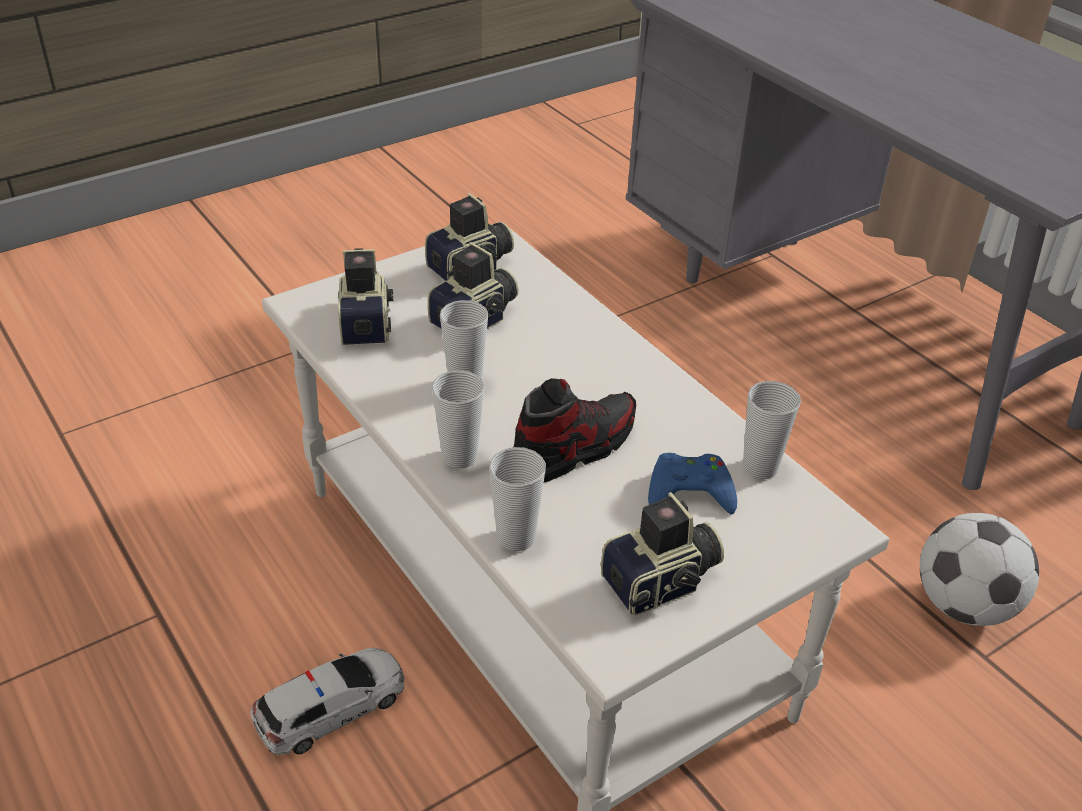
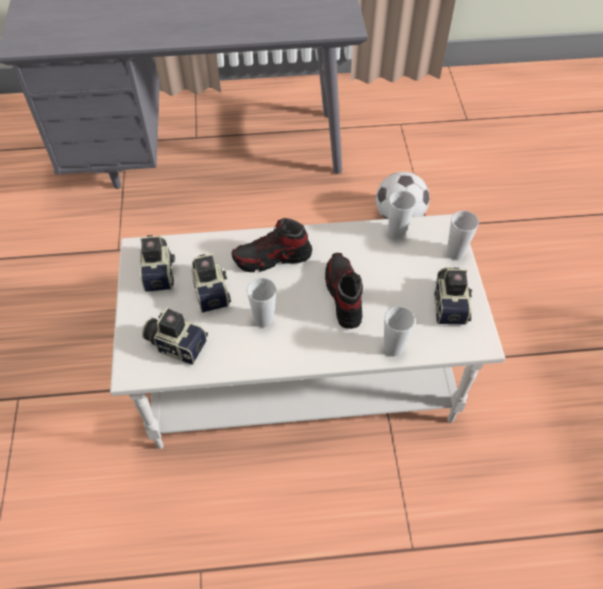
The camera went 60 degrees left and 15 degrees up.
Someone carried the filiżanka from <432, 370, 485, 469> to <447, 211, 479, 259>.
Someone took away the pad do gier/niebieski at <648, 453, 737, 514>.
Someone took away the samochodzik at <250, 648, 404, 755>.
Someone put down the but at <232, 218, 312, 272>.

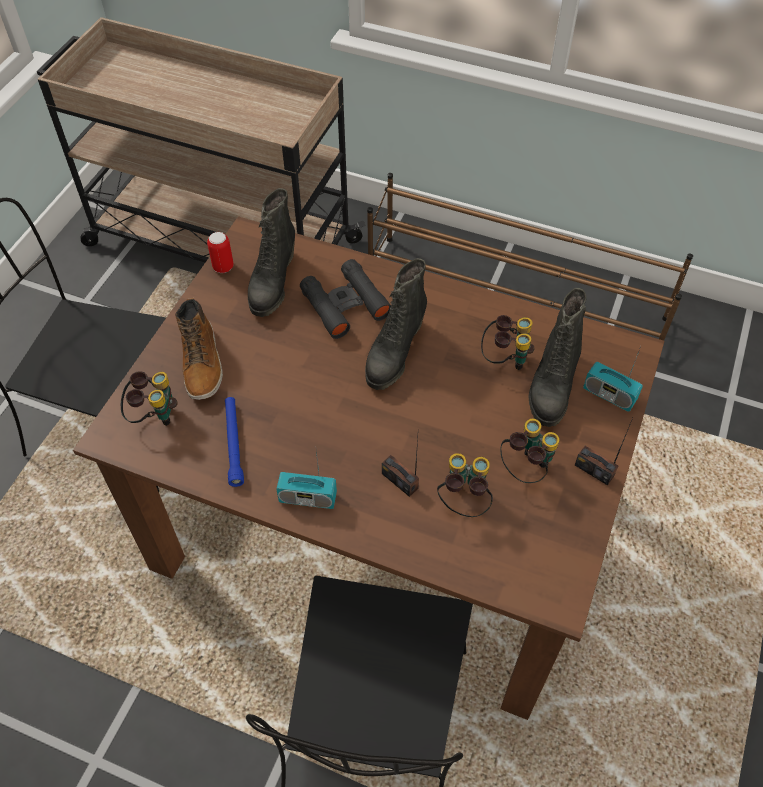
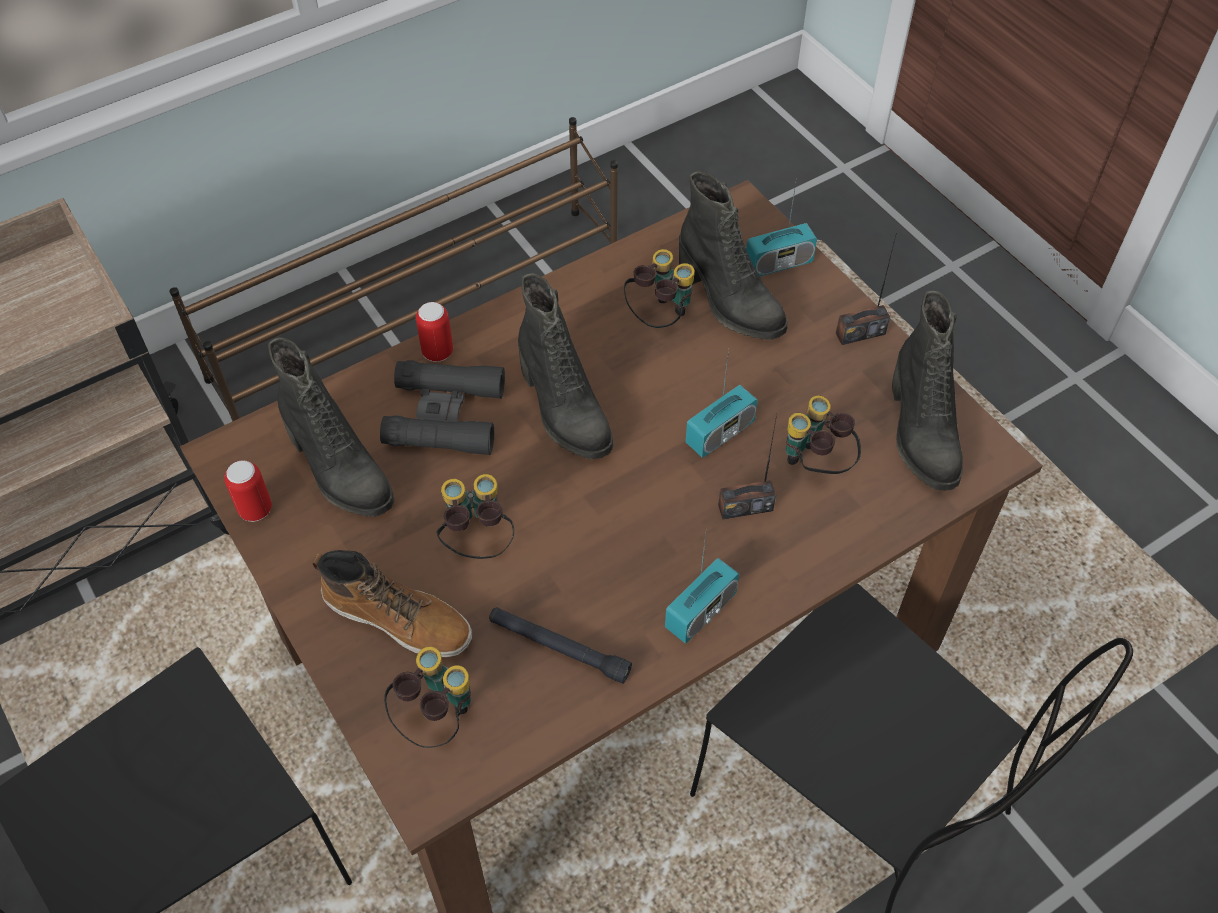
The camera went 55 degrees left and 0 degrees up.
Someone repainted the latarka/niebieski at <225, 397, 244, 487>, which became the latarka/czarny at <489, 607, 632, 684>.
Someone carried the lornetka from <500, 419, 560, 483> to <437, 474, 514, 559>.
Someone put down the but z cholewką/czarny at <892, 291, 963, 491>.
Someone put down the puszka at <416, 302, 453, 362>.
Someone put down the radio at <685, 348, 758, 458>.

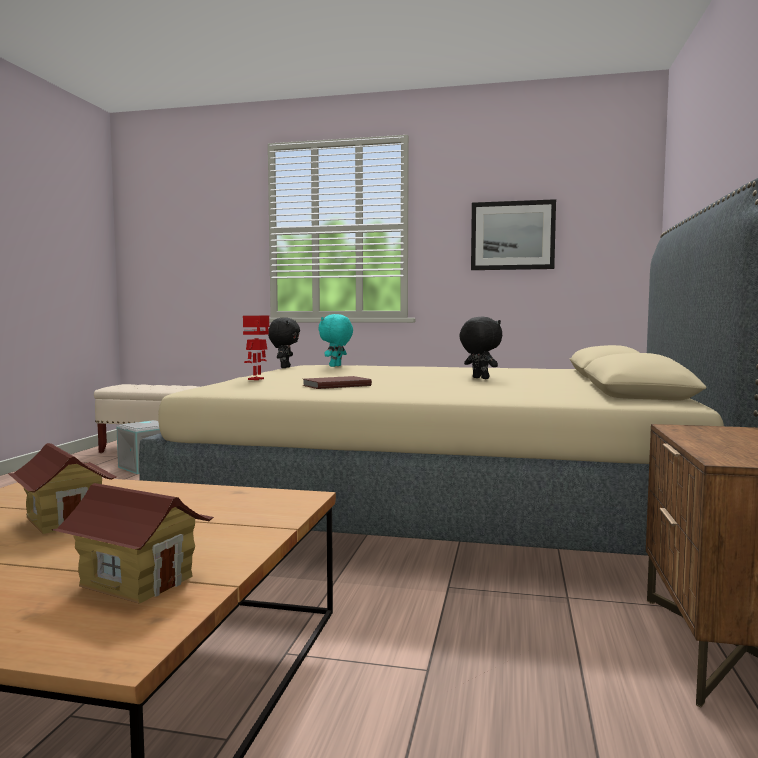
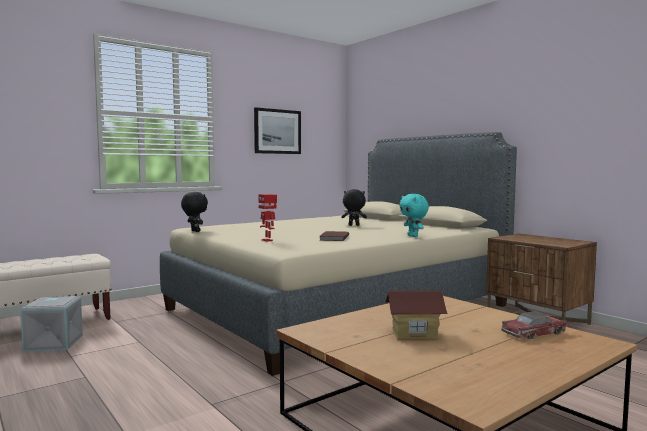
The camera went 50 degrees left and 0 degrees up.
Someone carried the pluszak/turkusowy from <318, 314, 353, 367> to <399, 194, 429, 237>.
Someone swapped the domek at <52, 483, 214, 604> for the samochodzik at <501, 312, 567, 339>.

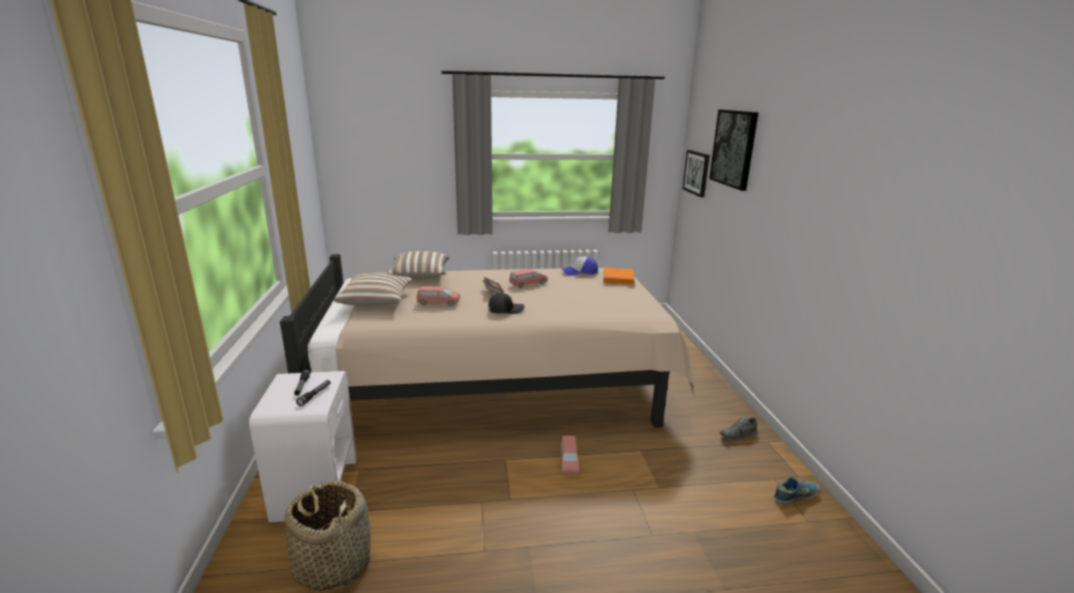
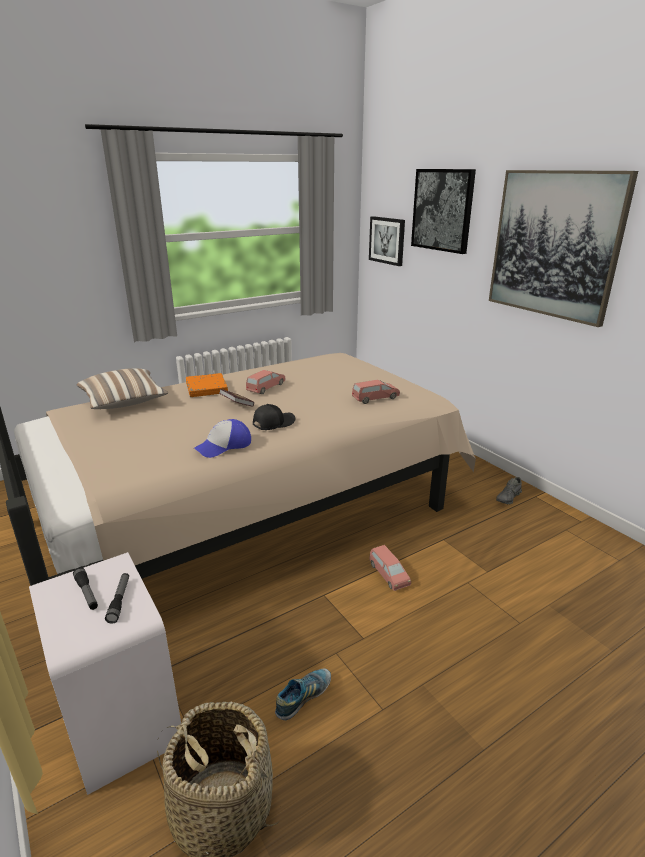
The camera went 25 degrees left and 5 degrees up.
Someone carried the czapka z daszkiem from <562, 256, 598, 276> to <194, 419, 251, 458>.
Someone carried the książka/pomarańczowy from <603, 267, 634, 284> to <186, 373, 228, 397>.
Someone took away the poduszka at <334, 273, 413, 306>.
Someone carried the samochodzik/różowy from <417, 286, 460, 306> to <352, 380, 400, 404>.
Someone carried the but from <774, 478, 820, 504> to <275, 669, 331, 720>.
Someone put up the obraz at <489, 170, 638, 327>.

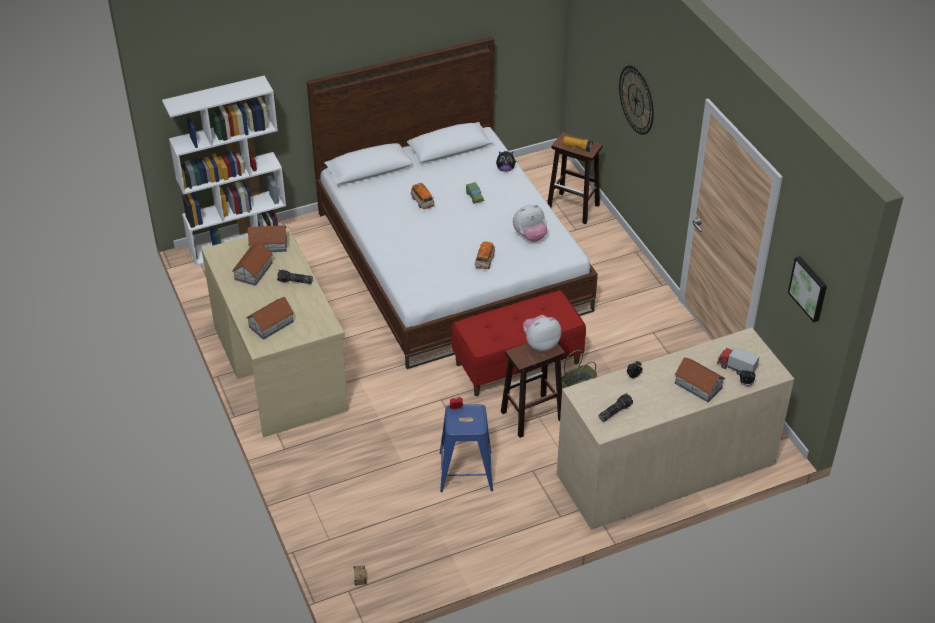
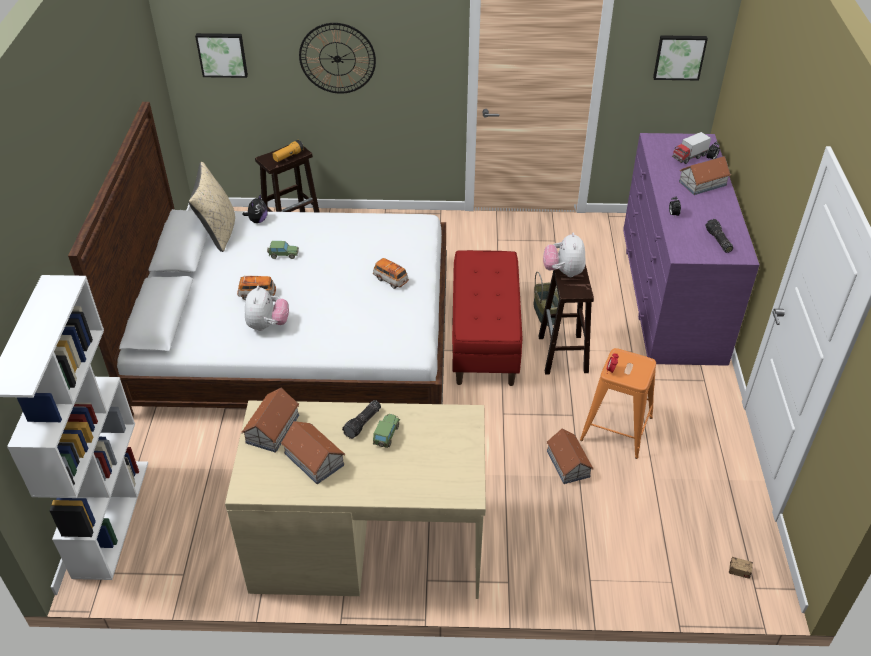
The camera went 65 degrees left and 0 degrees up.
Someone carried the pluszak from <513, 204, 547, 242> to <245, 286, 289, 331>.
Someone carried the domek from <246, 297, 294, 340> to <546, 429, 593, 484>.
Someone repainted the komoda/beżowy at <557, 328, 794, 530>, which became the komoda/fioletowy at <623, 133, 760, 366>.
Someone repainted the stołek/niebieski at <440, 404, 493, 492>, which became the stołek/pomarańczowy at <580, 348, 656, 459>.
Someone put up the obraz at <195, 33, 248, 78>.
Someone put down the poduszka/beżowy at <189, 162, 235, 252>.
Someone put down the samochodzik at <373, 414, 400, 448>.

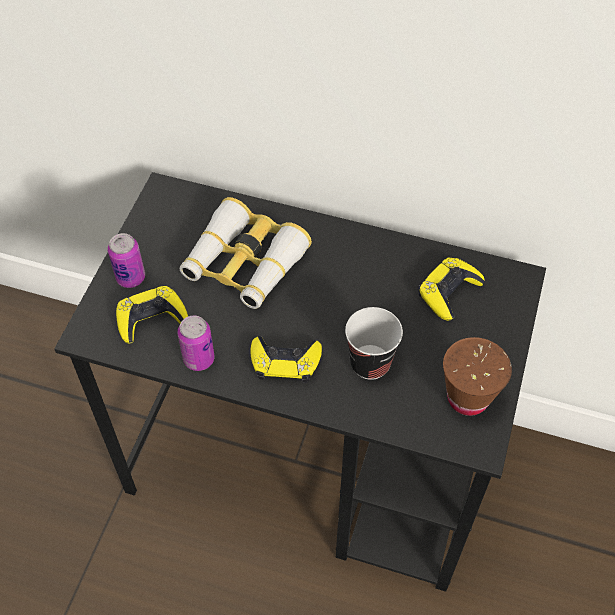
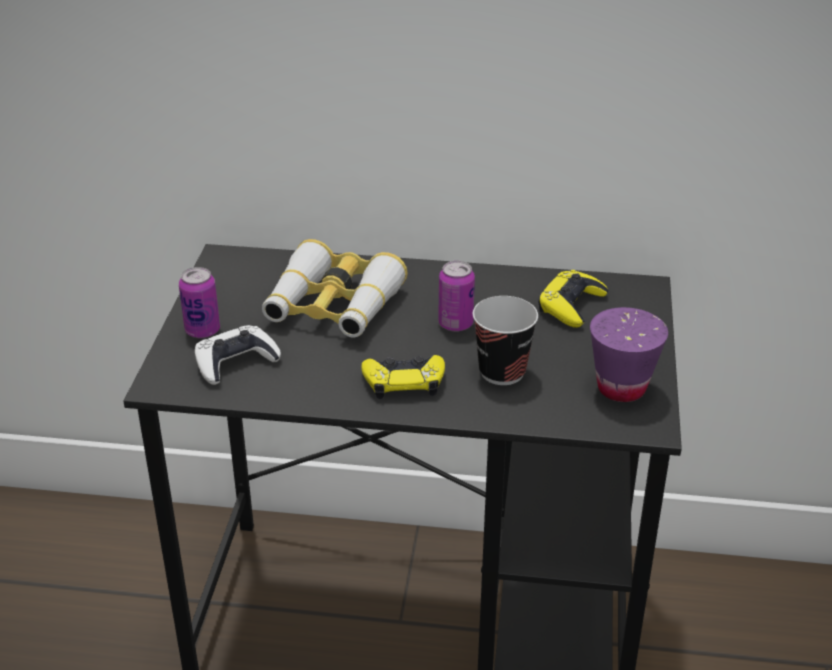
The camera went 10 degrees left and 20 degrees down.
Someone repainted the pad do gier/żółty at <116, 286, 188, 344>, which became the pad do gier/biały at <195, 325, 281, 385>.
Someone carried the puszka from <177, 315, 215, 371> to <438, 261, 475, 332>.
Someone repainted the filiżanka/brązowy at <443, 337, 512, 416>, which became the filiżanka/fioletowy at <590, 307, 668, 402>.

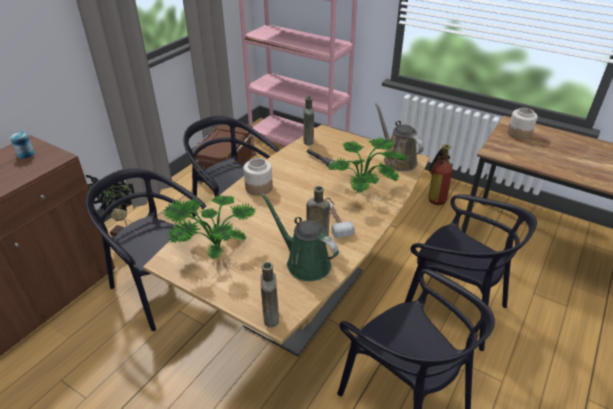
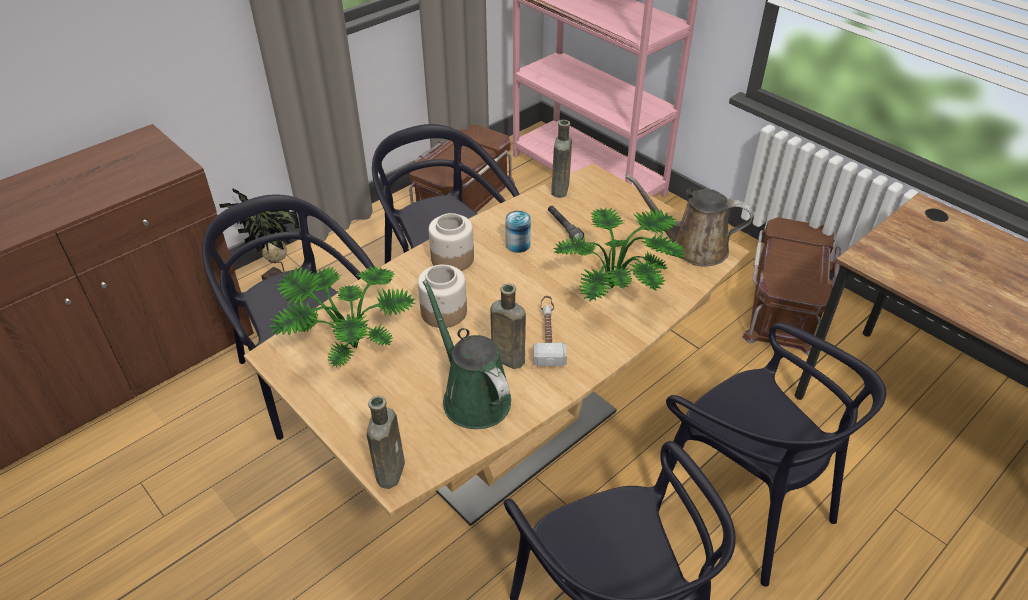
The camera went 15 degrees right and 5 degrees up.
Someone rotated the konewka/brązowy at <375, 103, 424, 171> by 60 degrees counterclockwise.
Someone carried the słoik from <507, 108, 538, 140> to <418, 265, 467, 328>.
Someone carried the puszka from <9, 131, 35, 159> to <505, 211, 531, 253>.
Someone swapped the gaśnica at <428, 144, 453, 205> for the pojemnik do przechowywania/brązowy at <742, 217, 841, 356>.

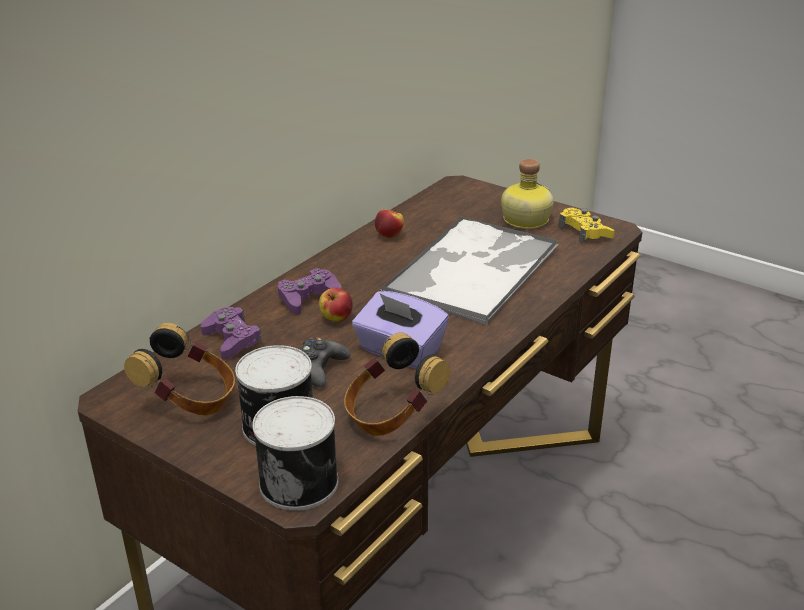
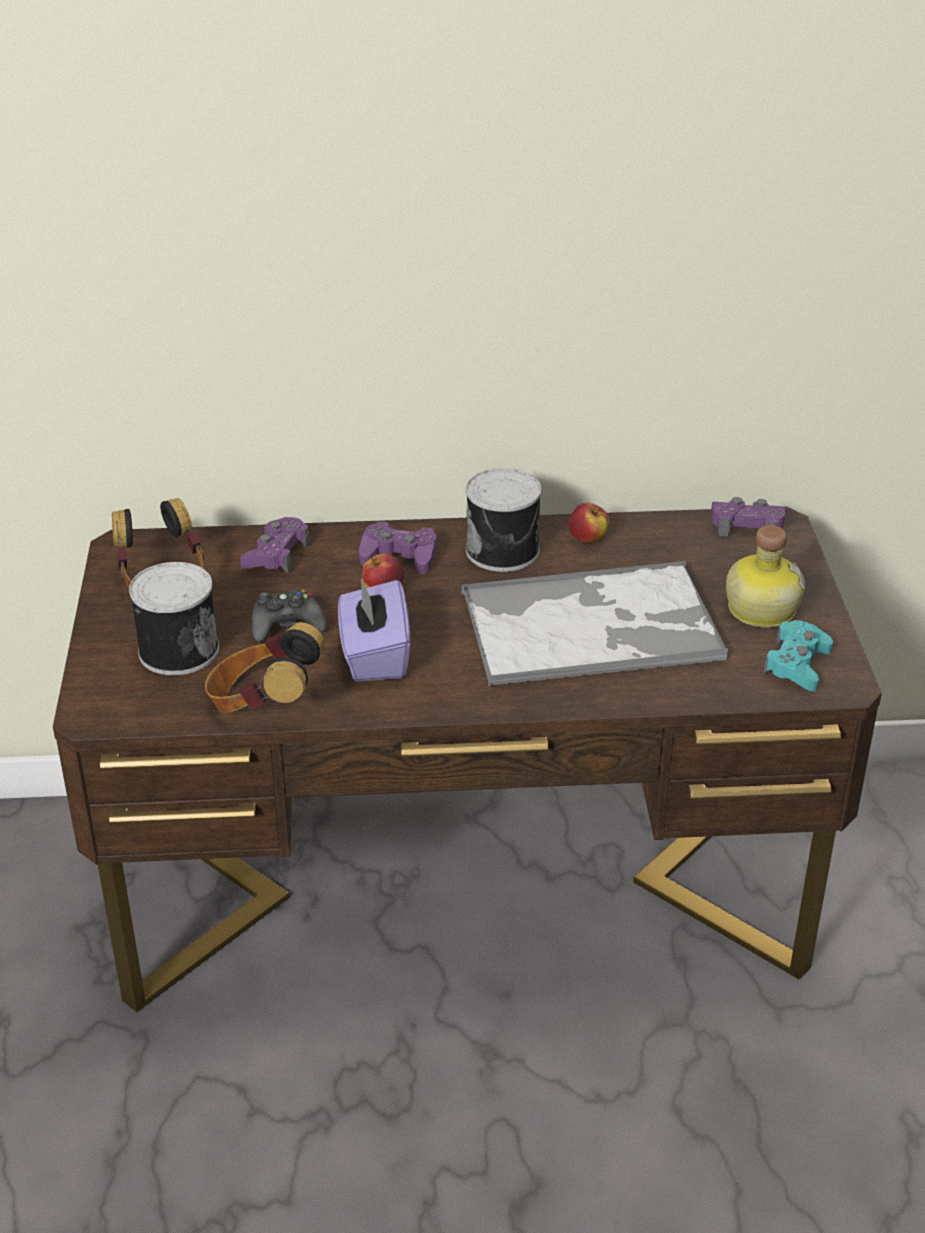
The camera went 50 degrees right and 5 degrees up.
Someone repainted the pad do gier/żółty at <558, 208, 615, 244>, which became the pad do gier/turkusowy at <764, 620, 833, 692>.
Someone carried the puszka from <252, 396, 338, 511> to <466, 468, 541, 572>.
Someone put down the pad do gier/fioletowy at <711, 497, 785, 537>.

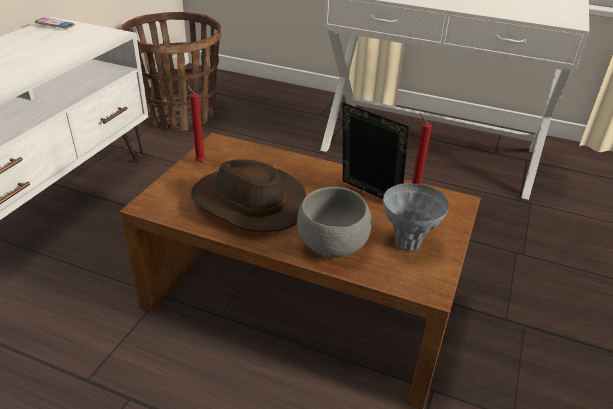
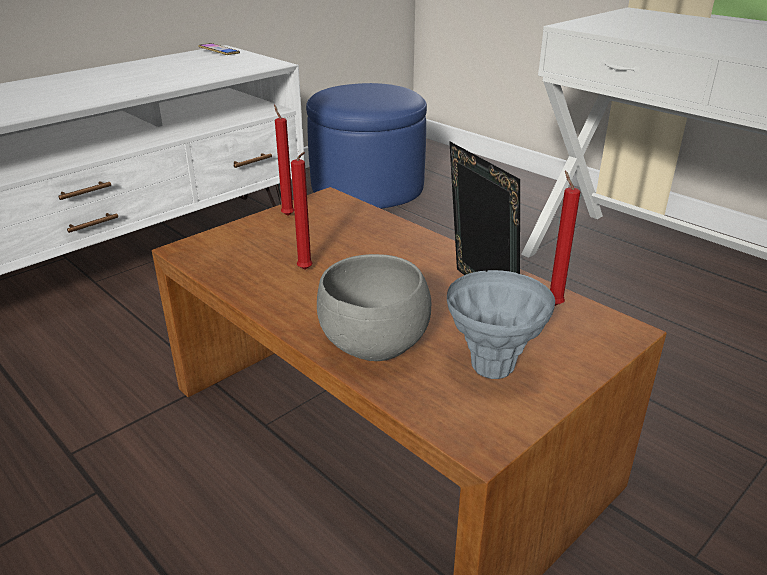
The camera went 25 degrees right and 5 degrees down.
Someone swapped the koszyk at <121, 12, 221, 131> for the pufa/niebieski at <306, 83, 427, 209>.
Someone swapped the kapelusz/brązowy at <191, 160, 306, 232> for the świeca/czerwony at <291, 152, 313, 270>.

